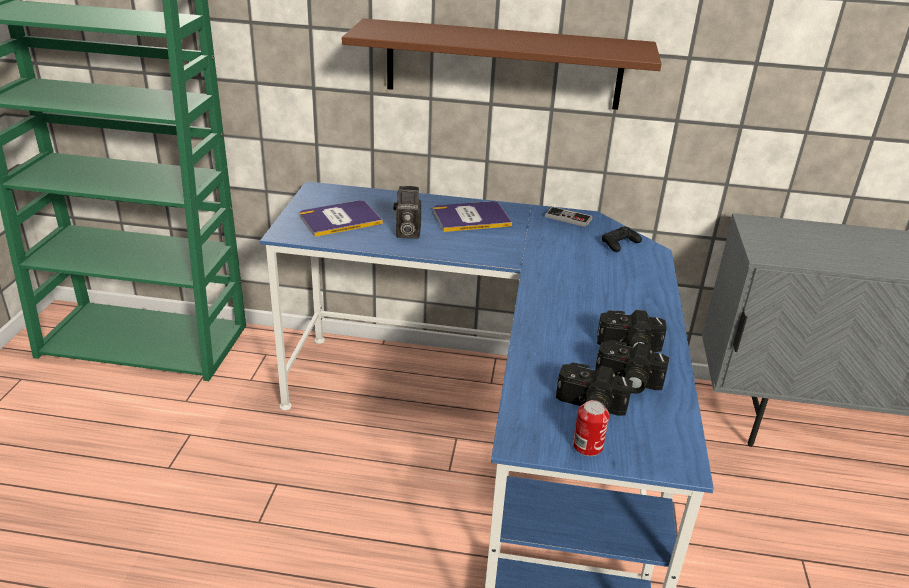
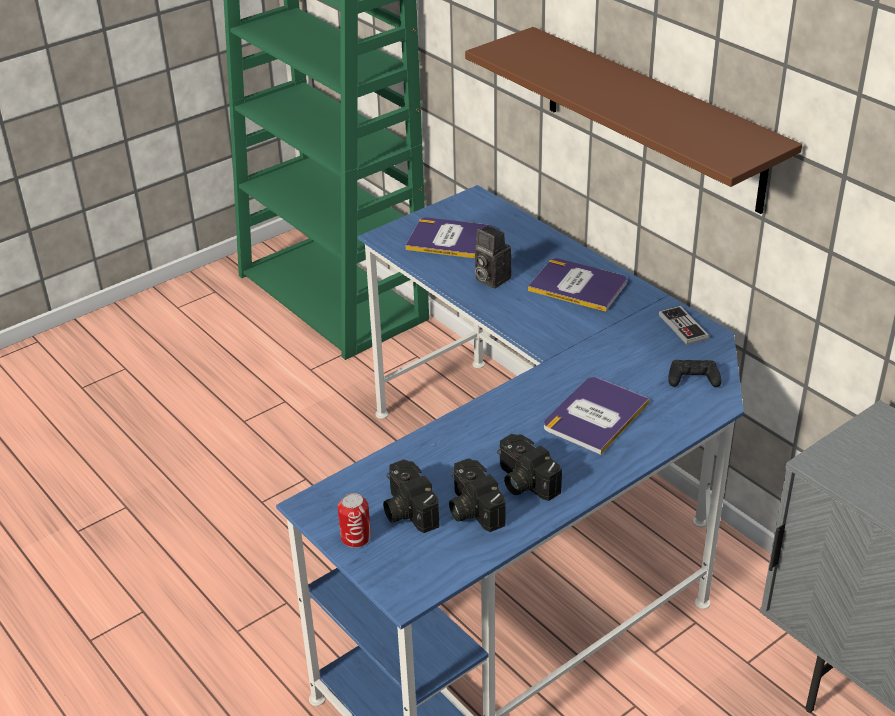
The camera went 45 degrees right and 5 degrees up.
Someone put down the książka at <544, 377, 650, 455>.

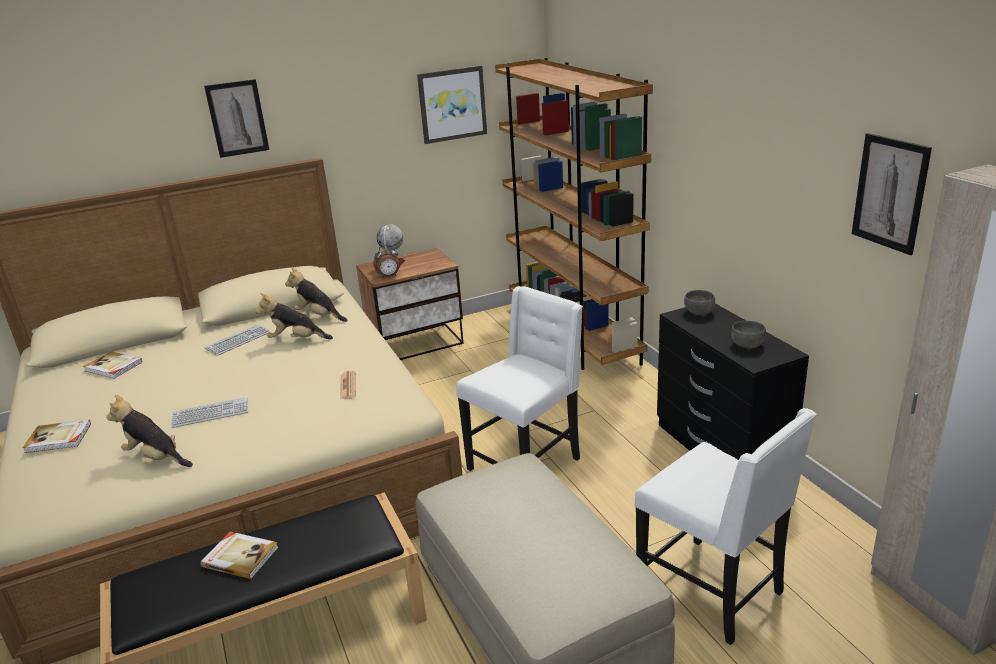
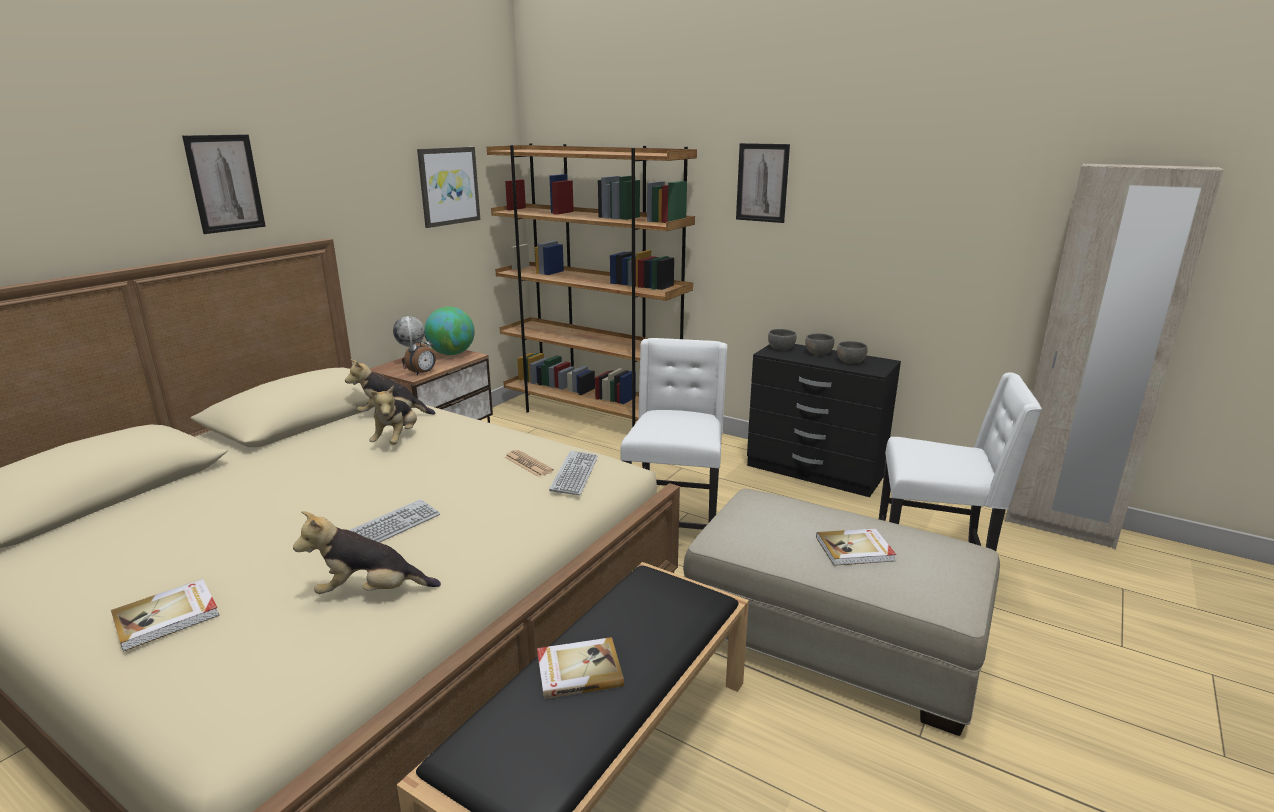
The camera went 35 degrees left and 5 degrees down.
Someone carried the obraz from <852, 133, 932, 255> to <736, 143, 790, 223>.
Someone rotated the pluszak at <256, 293, 333, 339> by 60 degrees counterclockwise.
Someone carried the klawiatura from <204, 324, 270, 356> to <549, 451, 598, 495>.
Someone carried the książka from <83, 351, 142, 379> to <816, 528, 896, 566>.
Someone put down the globus at <425, 306, 475, 355>.
Someone put down the miska/szary at <805, 333, 834, 355>.

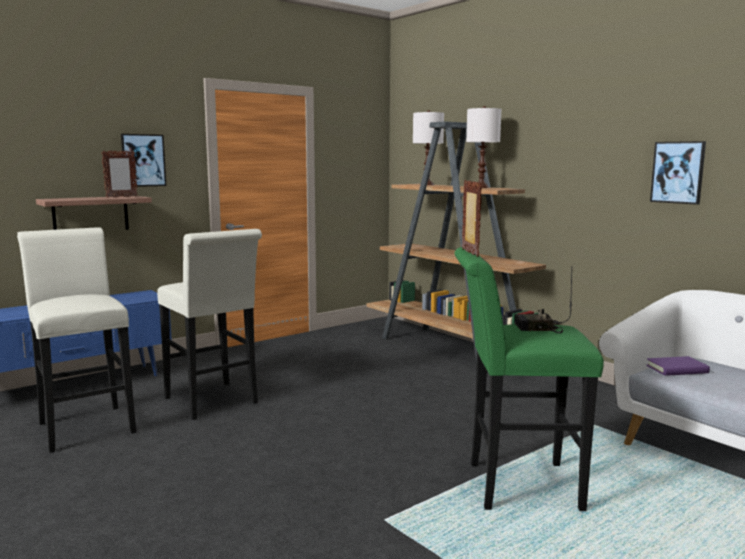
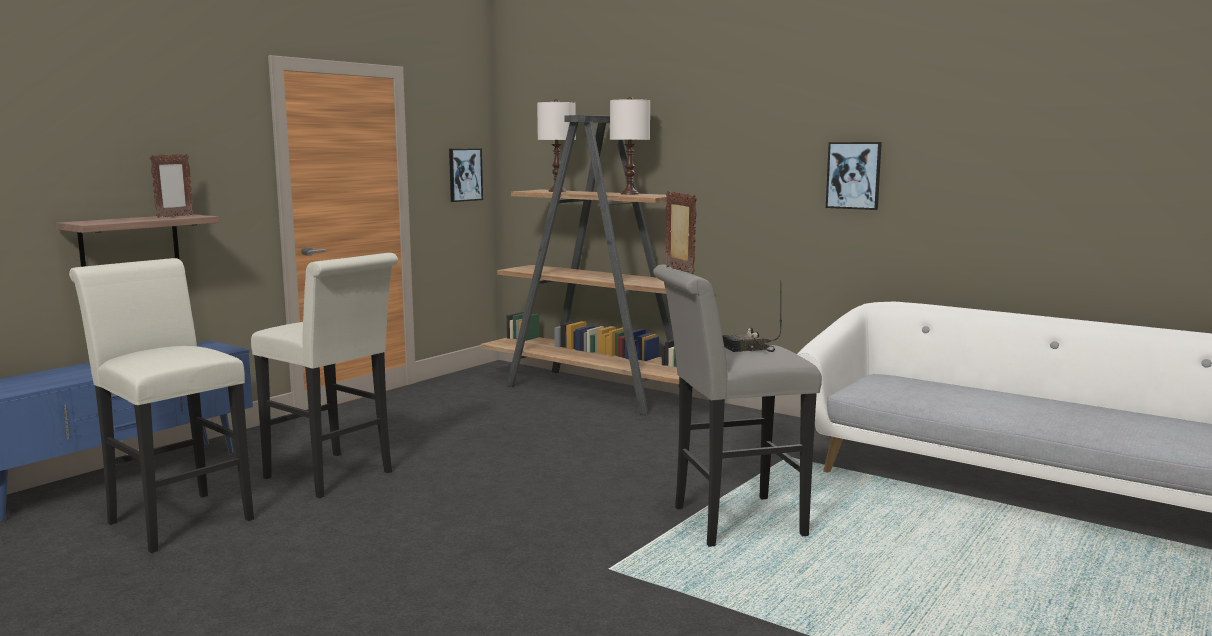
The camera went 15 degrees left and 0 degrees up.
Someone carried the obraz from <121, 134, 166, 187> to <449, 149, 483, 202>.
Someone repainted the stołek/zielony at <454, 247, 604, 511>, which became the stołek/szary at <653, 265, 822, 547>.
Someone took away the książka/fioletowy at <646, 356, 710, 376>.

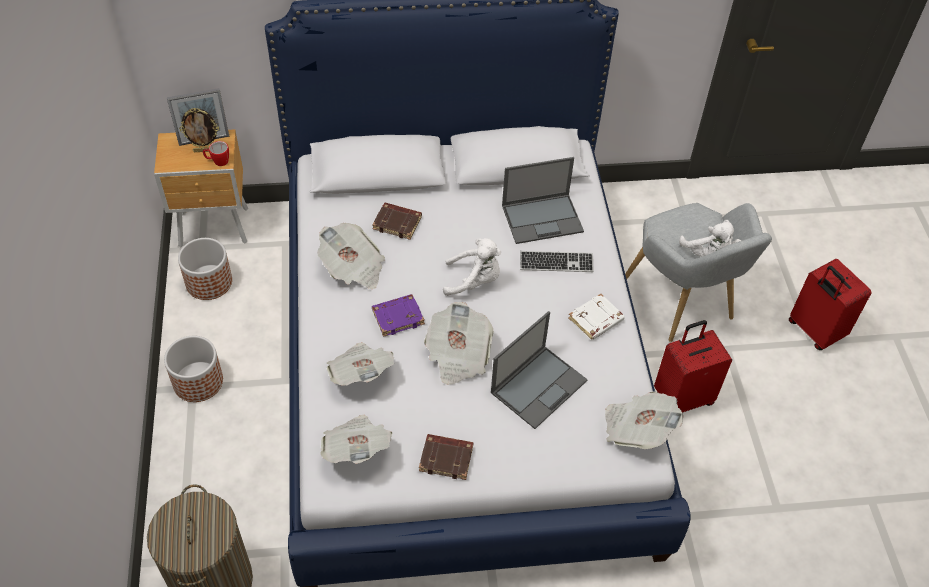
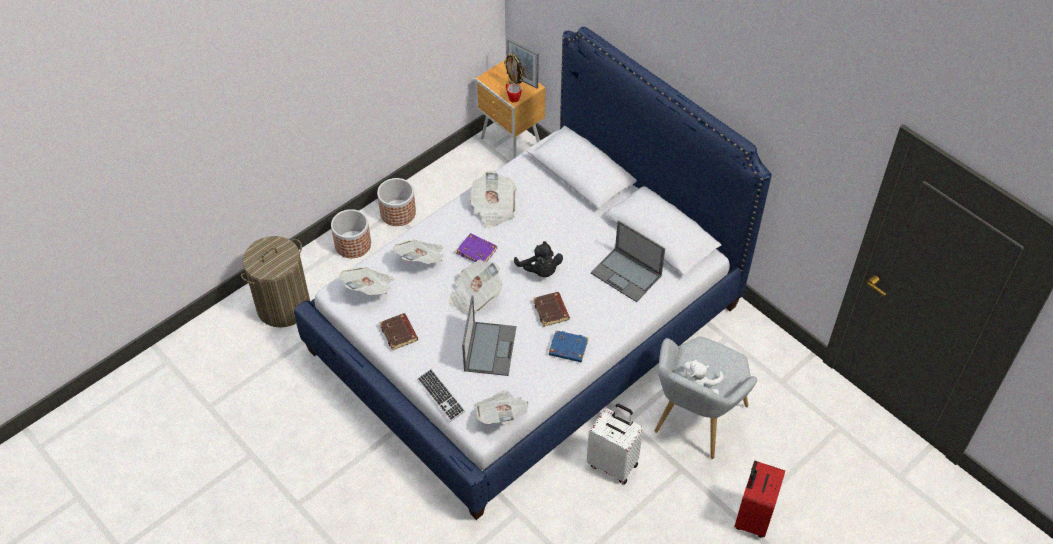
The camera went 55 degrees right and 0 degrees up.
Someone carried the książka/brązowy from <372, 202, 422, 240> to <533, 292, 570, 327>.
Someone carried the donica from <178, 238, 232, 300> to <331, 209, 371, 258>.
Someone repainted the pluszak/biały at <443, 238, 501, 296>, which became the pluszak/czarny at <514, 241, 563, 277>.
Someone carried the klawiatura from <520, 251, 594, 272> to <417, 369, 465, 421>.
Someone repainted the książka/biały at <569, 294, 625, 340>, which became the książka/niebieski at <549, 330, 588, 362>.
Someone rotated the laptop at <491, 311, 588, 429> by 90 degrees counterclockwise.
Someone repainted the walizka/czerwony at <654, 320, 732, 413>, which became the walizka/biały at <587, 403, 643, 485>.

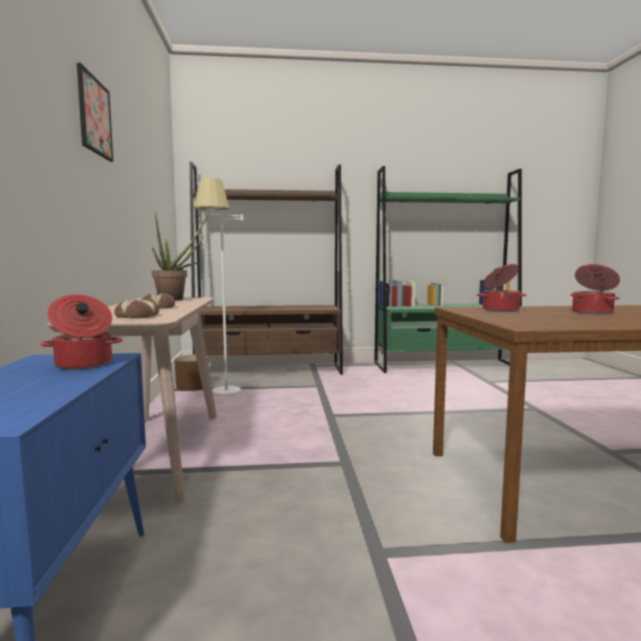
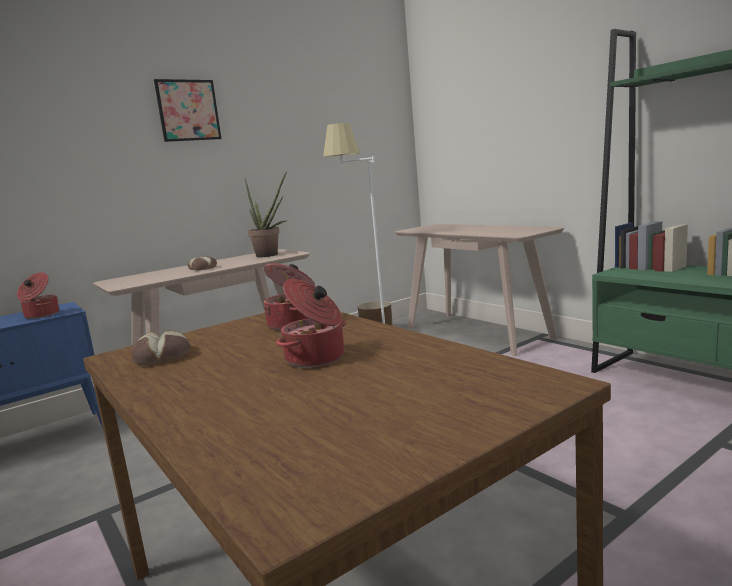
The camera went 60 degrees right and 5 degrees up.
Someone swapped the regał/brązowy at <190, 162, 343, 375> for the stolik konsolowy/beżowy at <395, 224, 564, 356>.
Someone carried the chleb from <114, 300, 159, 318> to <131, 331, 191, 366>.

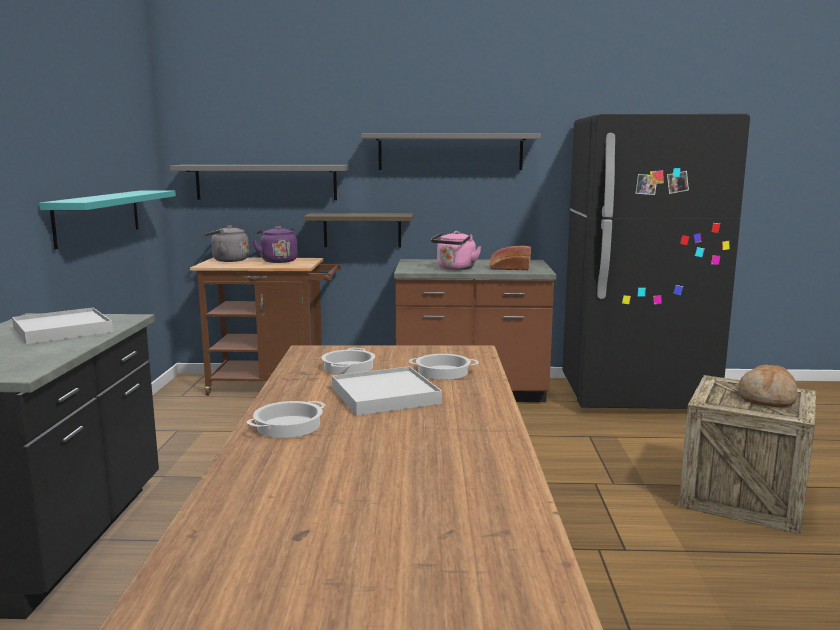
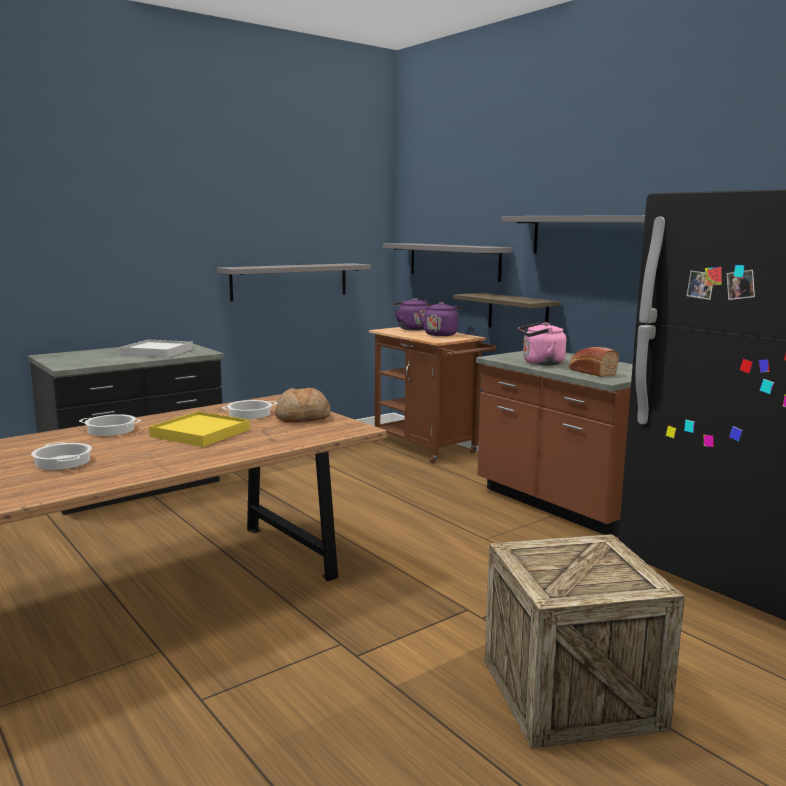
The camera went 50 degrees right and 0 degrees up.
Someone repainted the półka/turkusowy at <39, 190, 176, 249>, which became the półka/szary at <217, 263, 371, 301>.
Someone repainted the czajnik/szary at <204, 225, 249, 262>, which became the czajnik/fioletowy at <393, 298, 428, 331>.
Someone carried the garnek from <409, 354, 479, 380> to <31, 442, 92, 470>.
Someone carried the chleb from <738, 365, 798, 407> to <275, 388, 330, 423>.
Someone repainted the taca/biały at <332, 366, 442, 416>, which became the taca/żółty at <149, 411, 250, 447>.

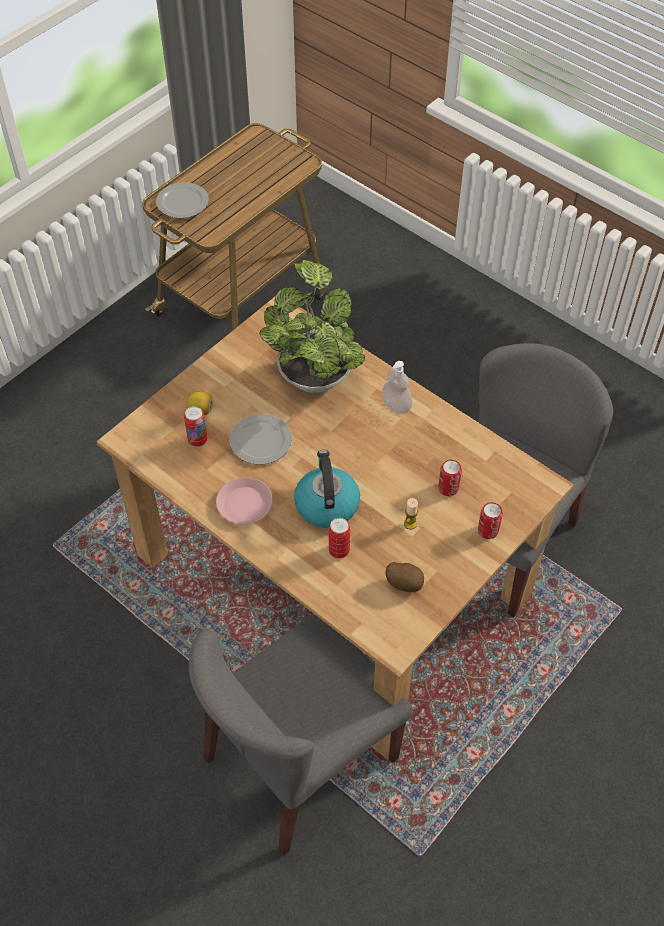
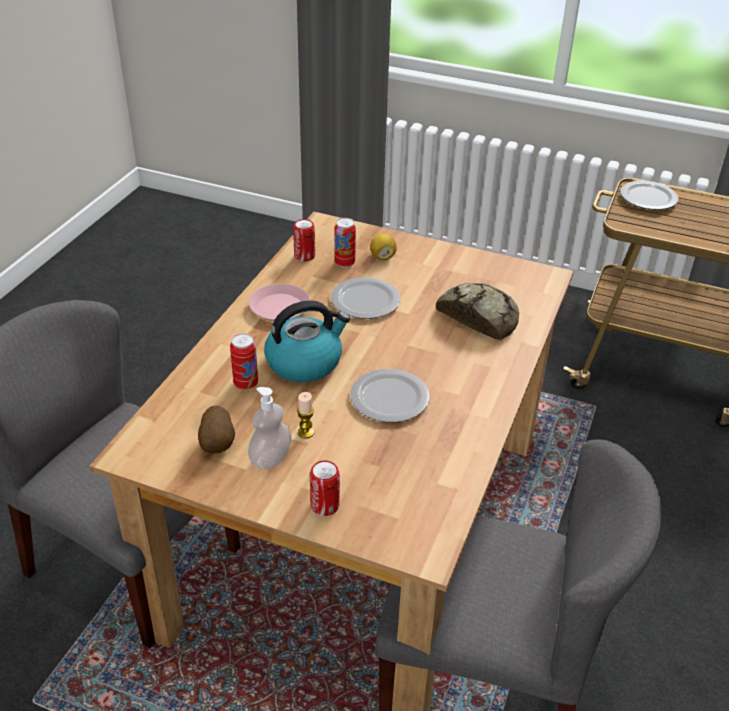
The camera went 70 degrees right and 15 degrees down.
Someone swapped the roślina doniczkowa at <259, 260, 365, 393> for the chleb at <436, 283, 519, 340>.
Someone carried the dozownik mydła from <382, 361, 413, 414> to <248, 387, 291, 469>.
Someone carried the puszka from <438, 460, 462, 496> to <293, 219, 315, 261>.
Someone put down the talerz at <350, 369, 430, 422>.

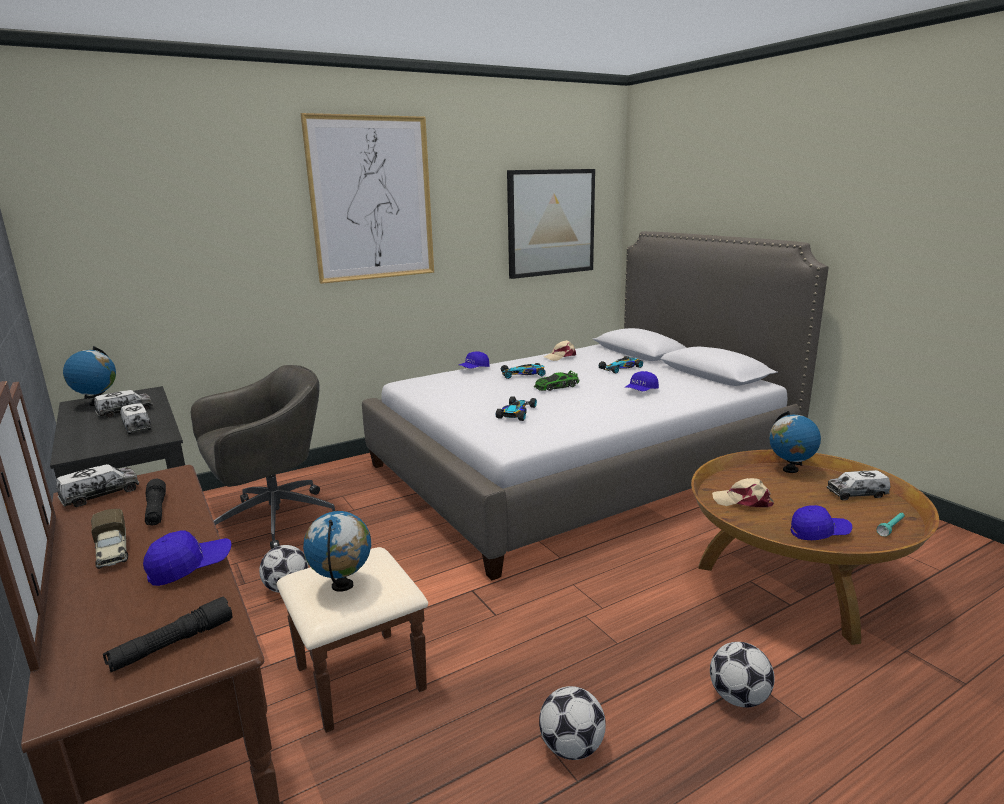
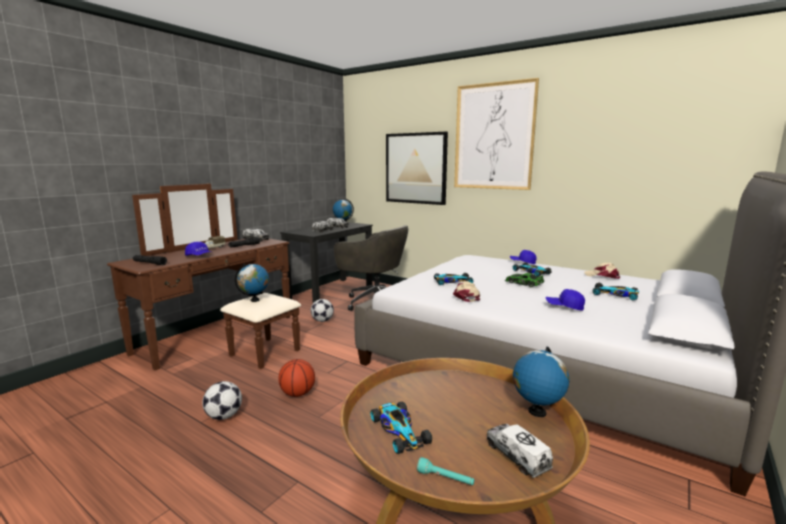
The camera went 65 degrees right and 5 degrees down.
Someone carried the obraz from <507, 169, 595, 279> to <386, 132, 448, 205>.
Someone carried the czapka z daszkiem/beżowy from <712, 478, 774, 507> to <453, 281, 480, 302>.
Someone swapped the czapka z daszkiem/niebieski at <791, 505, 852, 540> for the samochodzik at <370, 401, 432, 454>.
Someone took away the piłka futbolowa at <710, 642, 775, 707>.
Someone put down the piłka do koszykówki at <278, 359, 315, 397>.

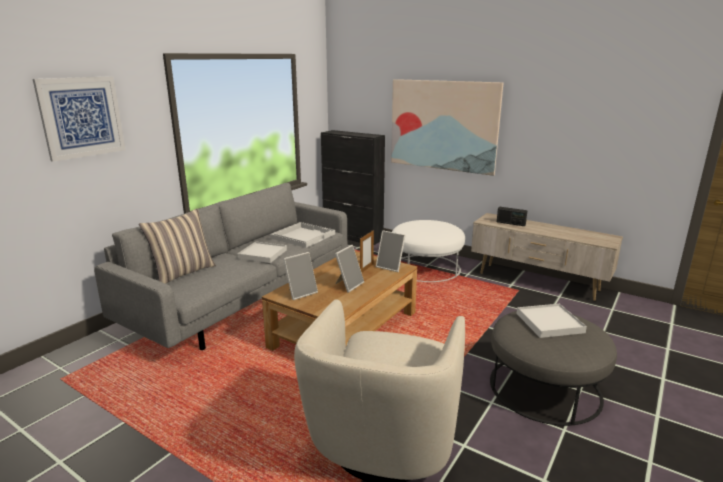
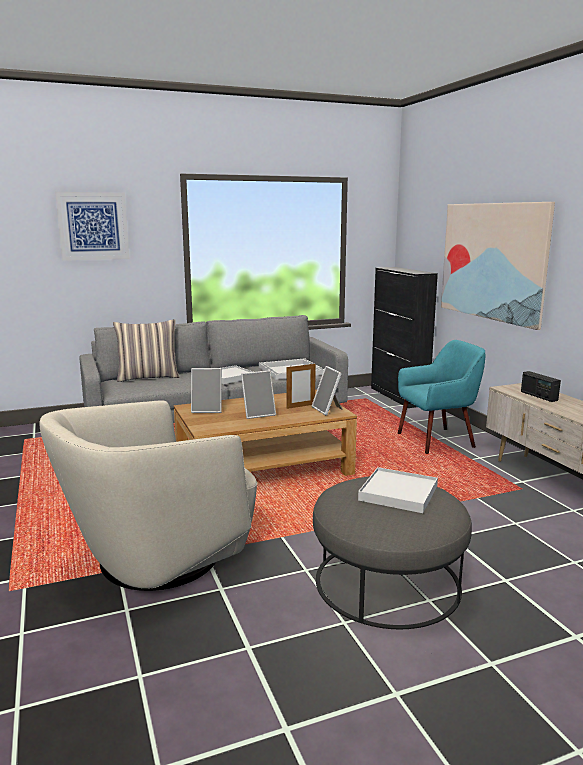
The camera went 35 degrees right and 5 degrees down.
Someone swapped the pufa/biały at <392, 220, 465, 282> for the fotel/turkusowy at <398, 340, 485, 454>.

